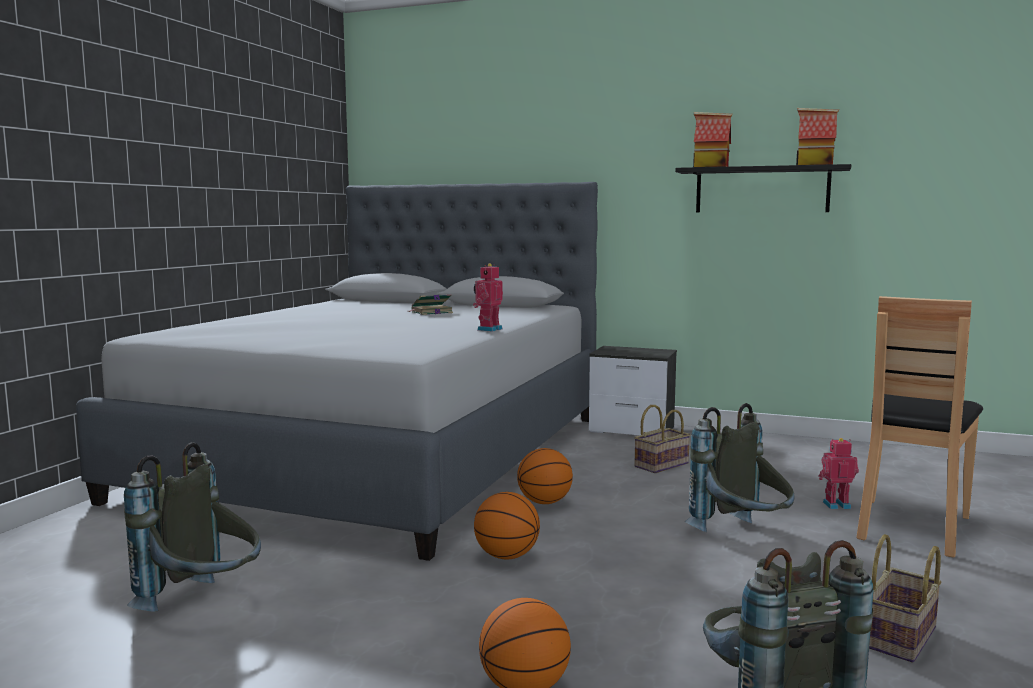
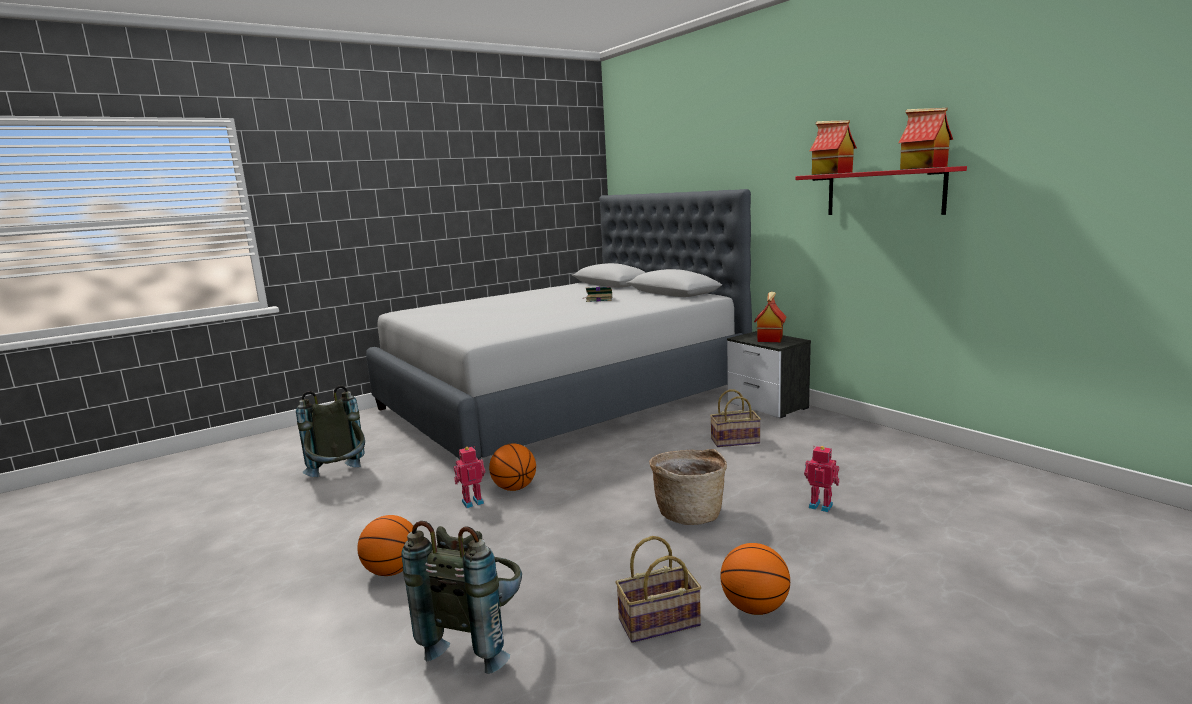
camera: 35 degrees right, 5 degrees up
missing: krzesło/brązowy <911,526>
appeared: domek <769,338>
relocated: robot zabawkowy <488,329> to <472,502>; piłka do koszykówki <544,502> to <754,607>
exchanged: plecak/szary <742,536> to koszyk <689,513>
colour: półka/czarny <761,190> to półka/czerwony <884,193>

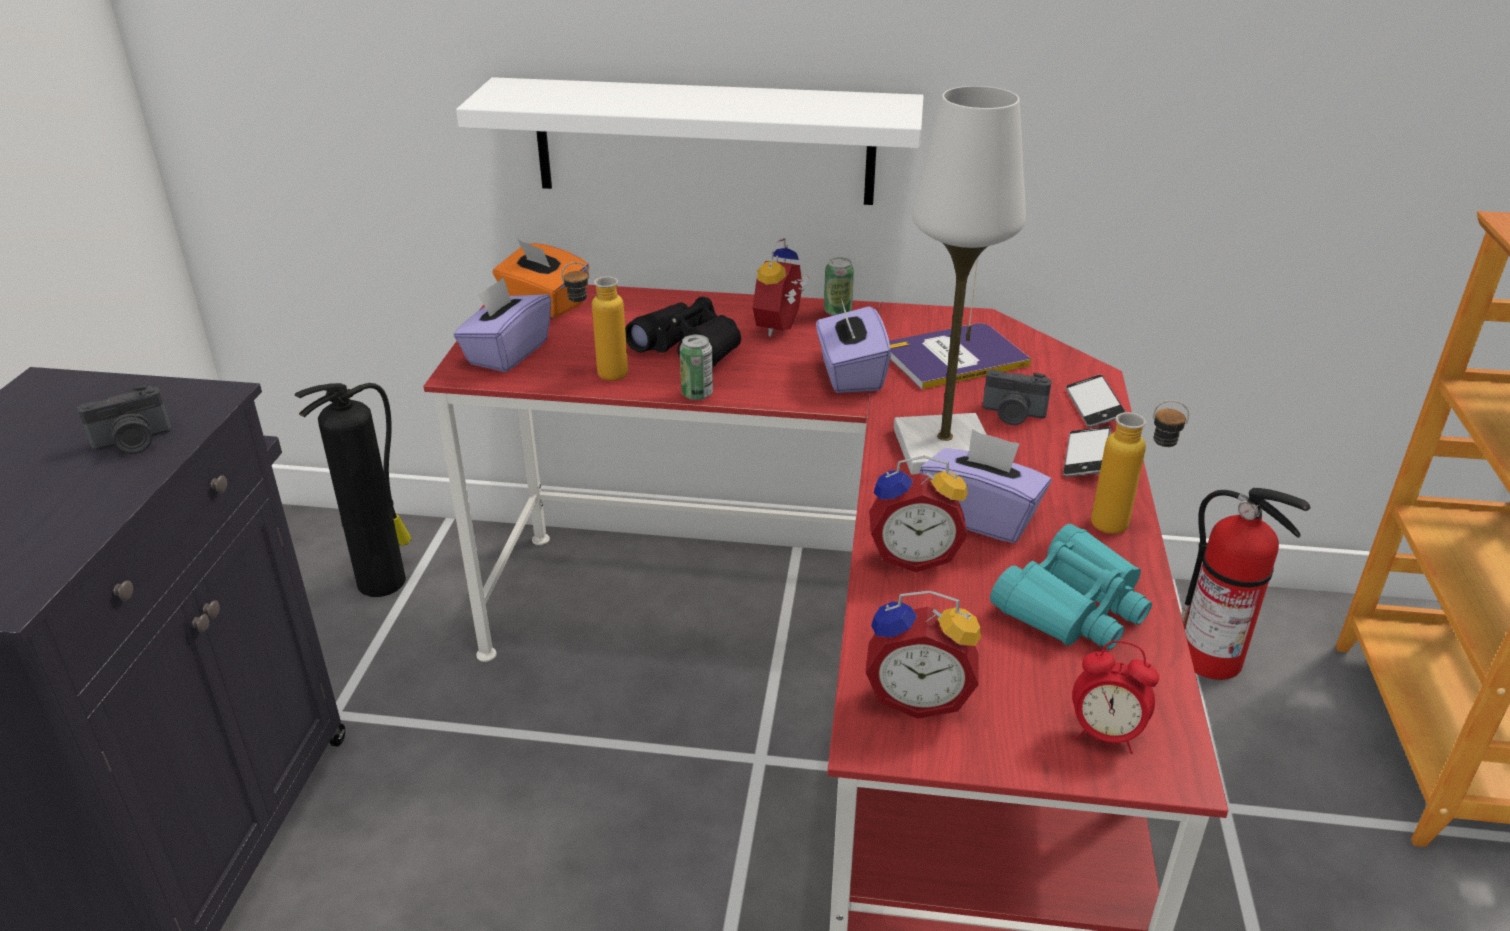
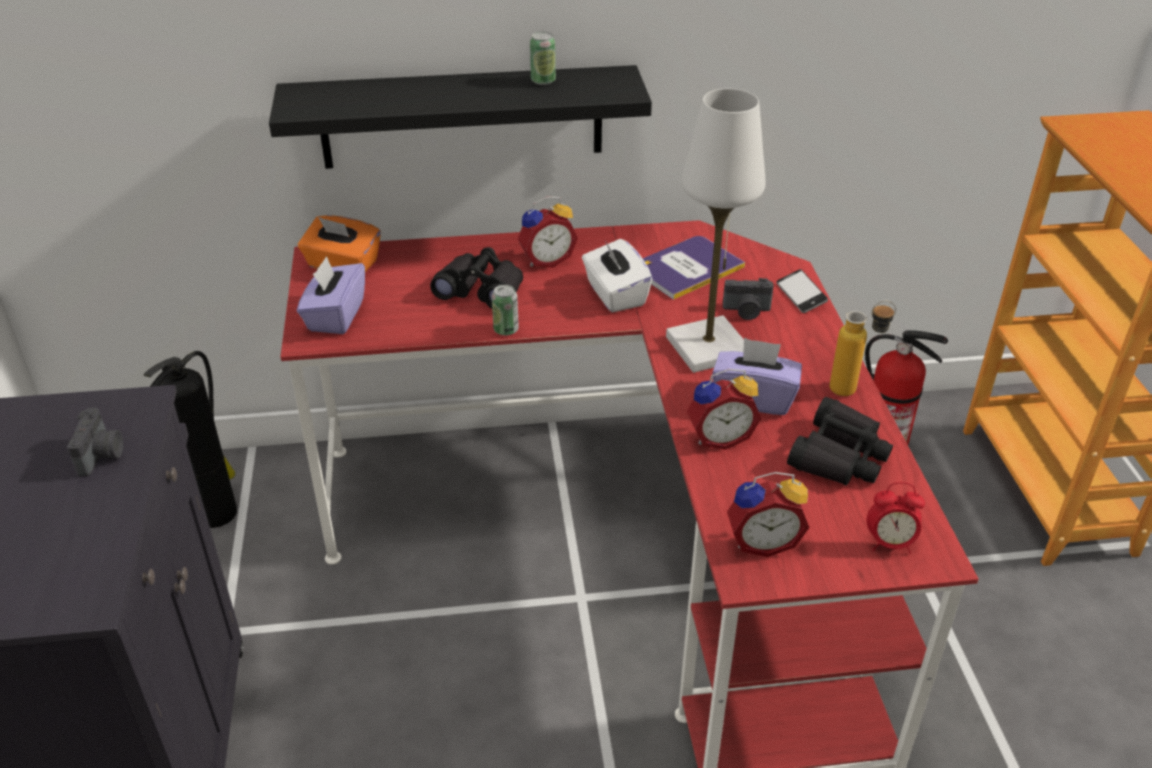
camera: 15 degrees left, 5 degrees up
missing: butelka <599,376>; telefon <1086,458>
relocated: puszka <837,311> to <543,81>
colour: półka/biały <704,141> to półka/czarny <462,117>; pudełko chusteczek/fioletowy <849,374> to pudełko chusteczek/biały <615,294>; lornetka/turkusowy <1072,607> to lornetka/czarny <839,456>
spun: aparat fotograficzny <133,443> = <102,455> 45 degrees counterclockwise; budzik <782,327> = <546,260> 120 degrees counterclockwise

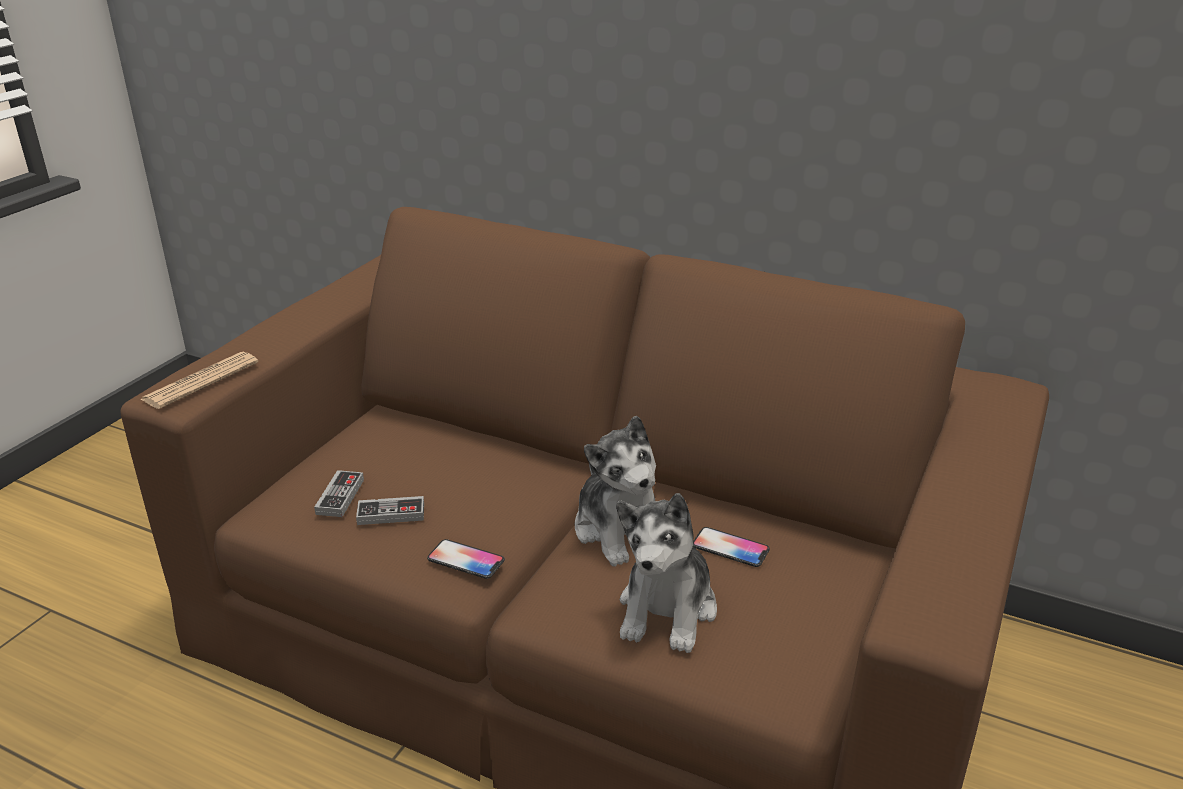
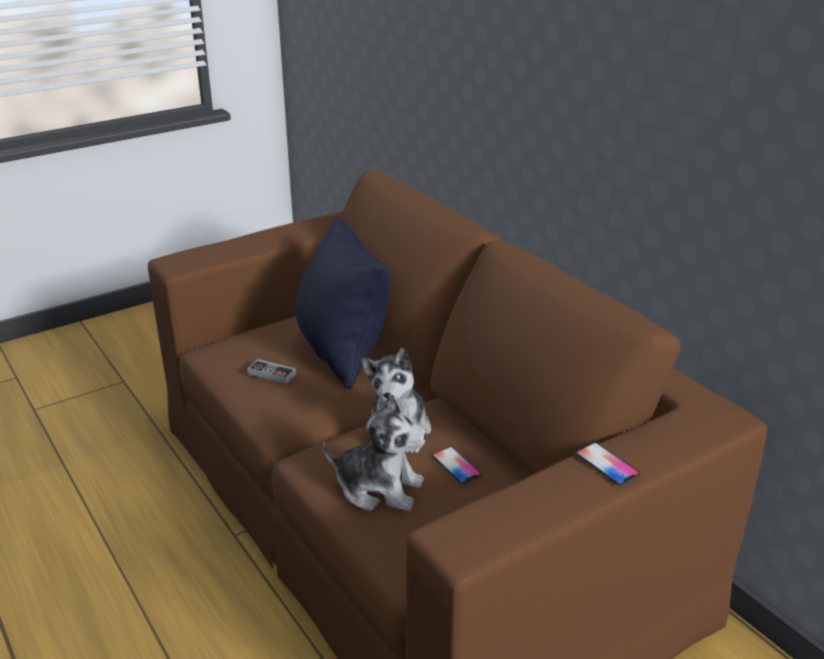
camera: 30 degrees right, 0 degrees up
missing: gazeta <201,381>; pad do gier <340,497>
appeared: poduszka/czarny <342,353>
relocated: telefon <465,560> to <607,465>
spun: pluszak <667,610> = <379,488> 120 degrees counterclockwise

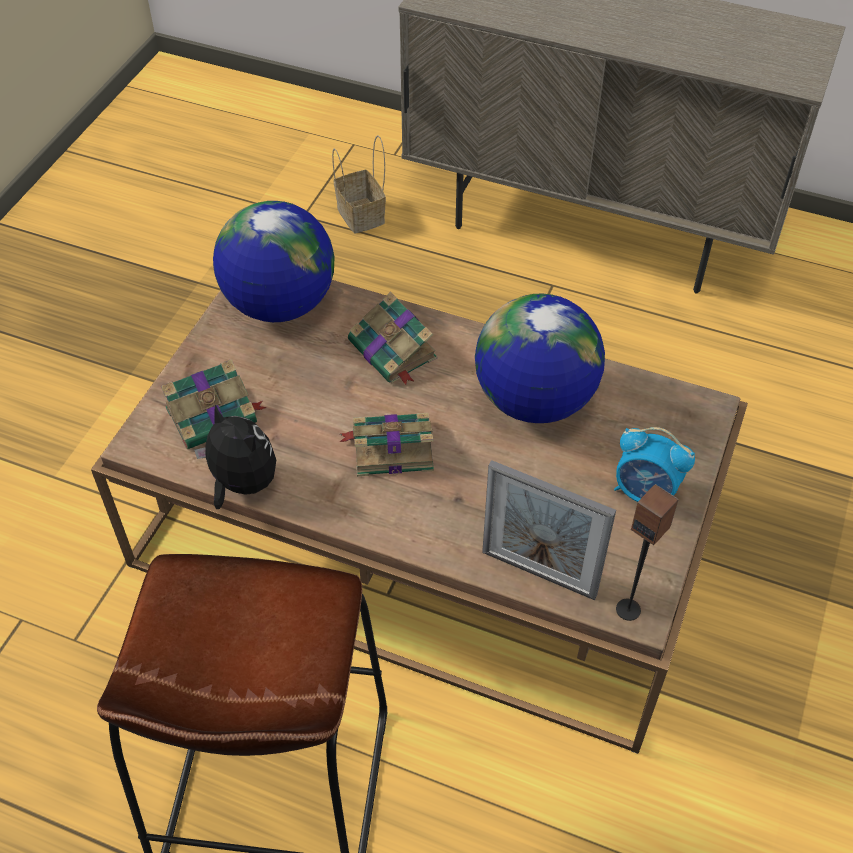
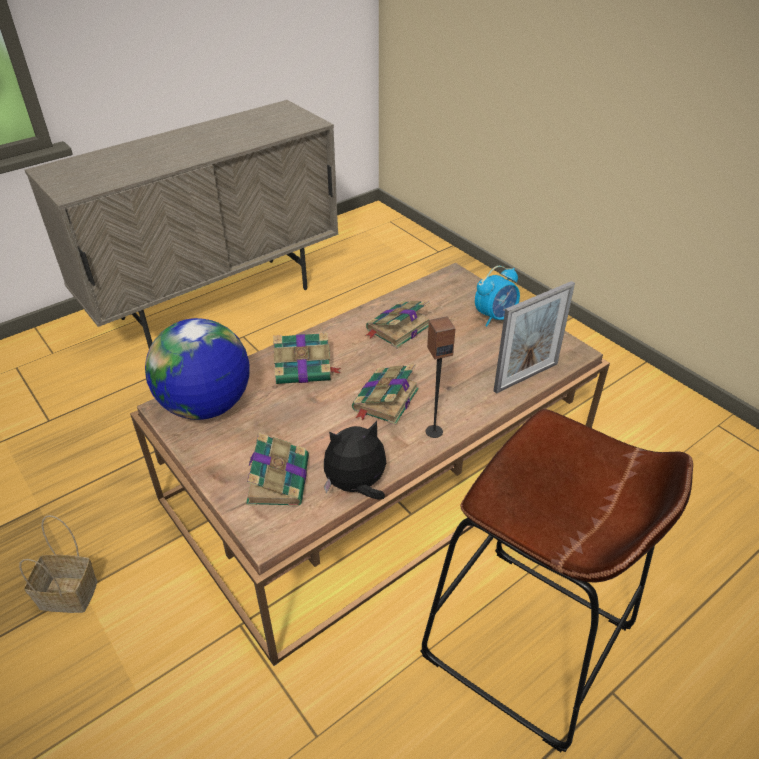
camera: 60 degrees left, 10 degrees down
relocated: koszyk <362,216> to <70,594>; głośnik <628,609> to <434,431>
exchanged: globus <534,400> to książka <397,329>

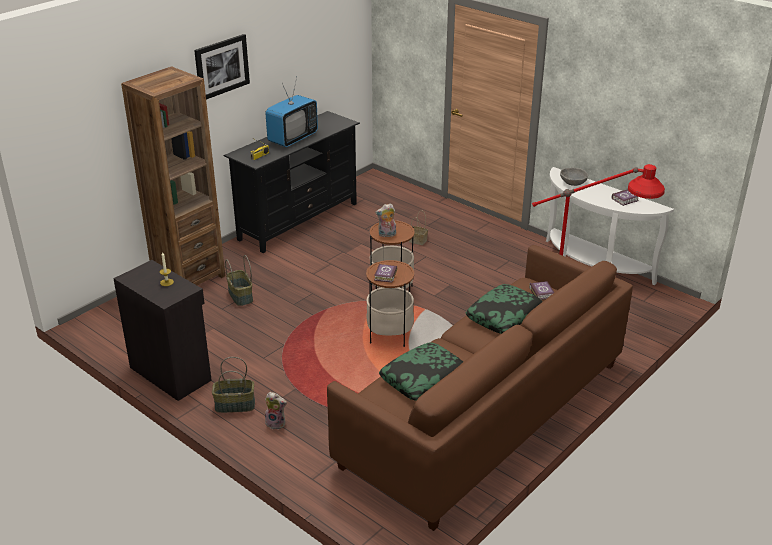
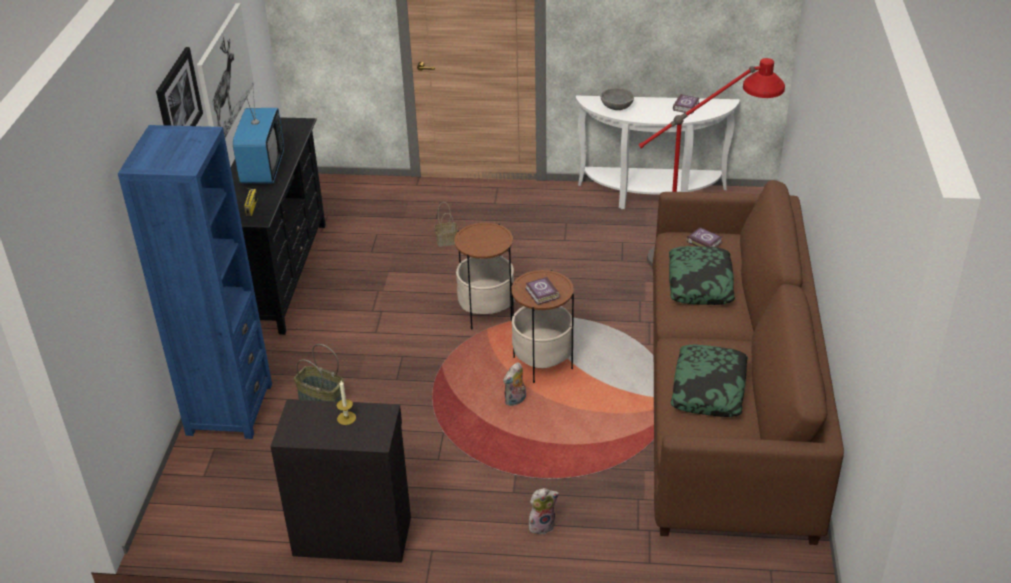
camera: 35 degrees left, 5 degrees up
missing: koszyk <234,405>
appeared: obraz <225,75>
relocated: pluszak <386,235> to <515,401>
colour: regał/brązowy <189,279> to regał/niebieski <229,409>

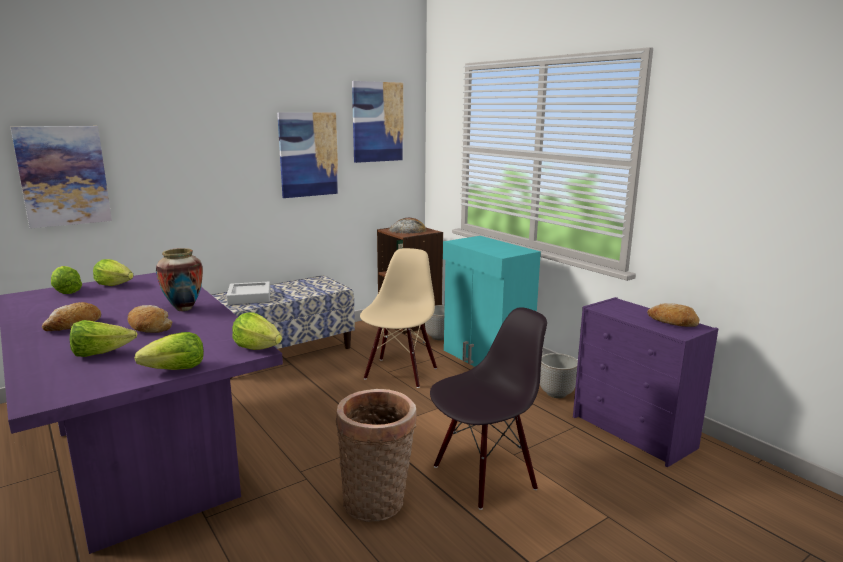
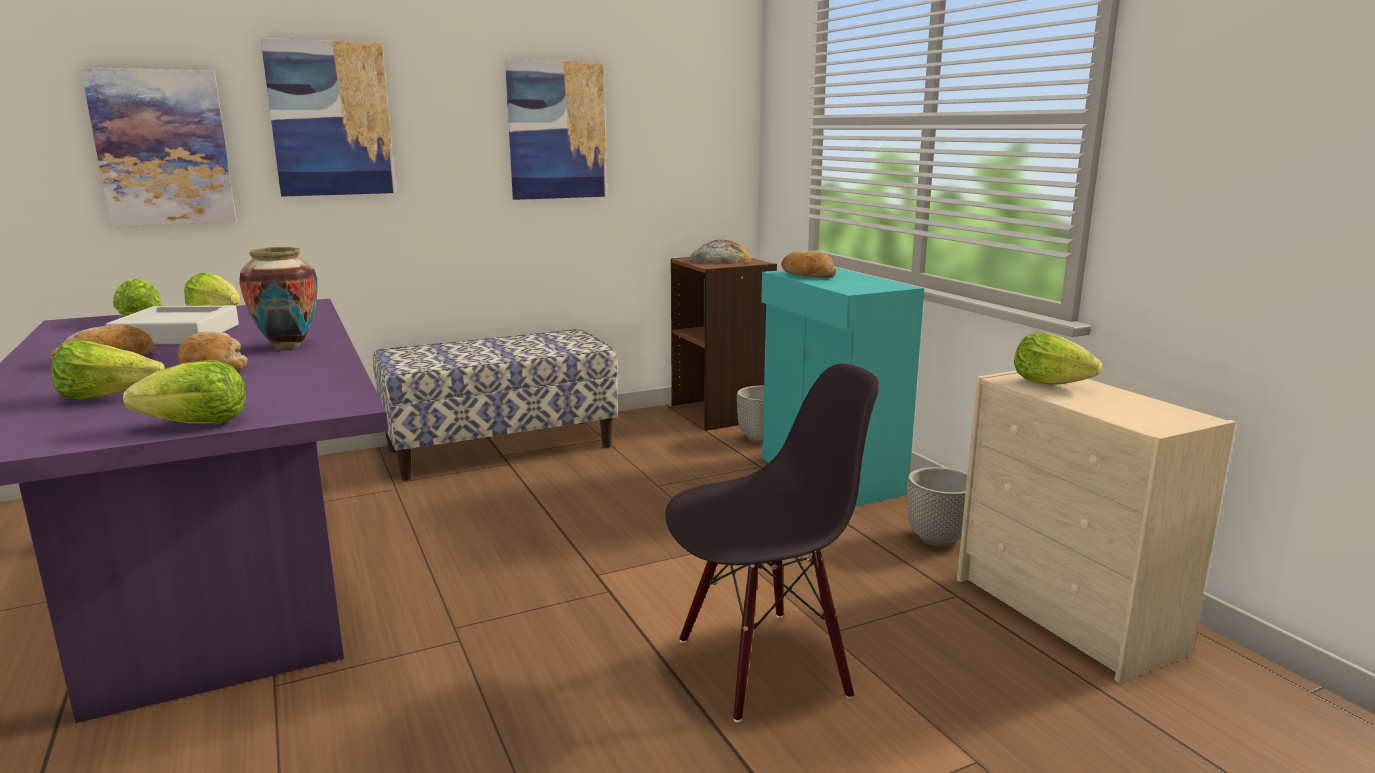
camera: 10 degrees right, 0 degrees up
missing: koszyk <378,502>; krzesło/beżowy <400,373>
relocated: taca/szary <249,297> to <177,334>; sałata <257,348> to <1049,383>; obraz <377,122> to <331,119>; chleb <672,322> to <807,275>
colour: komoda/fioletowy <634,433> to komoda/beżowy <1067,616>

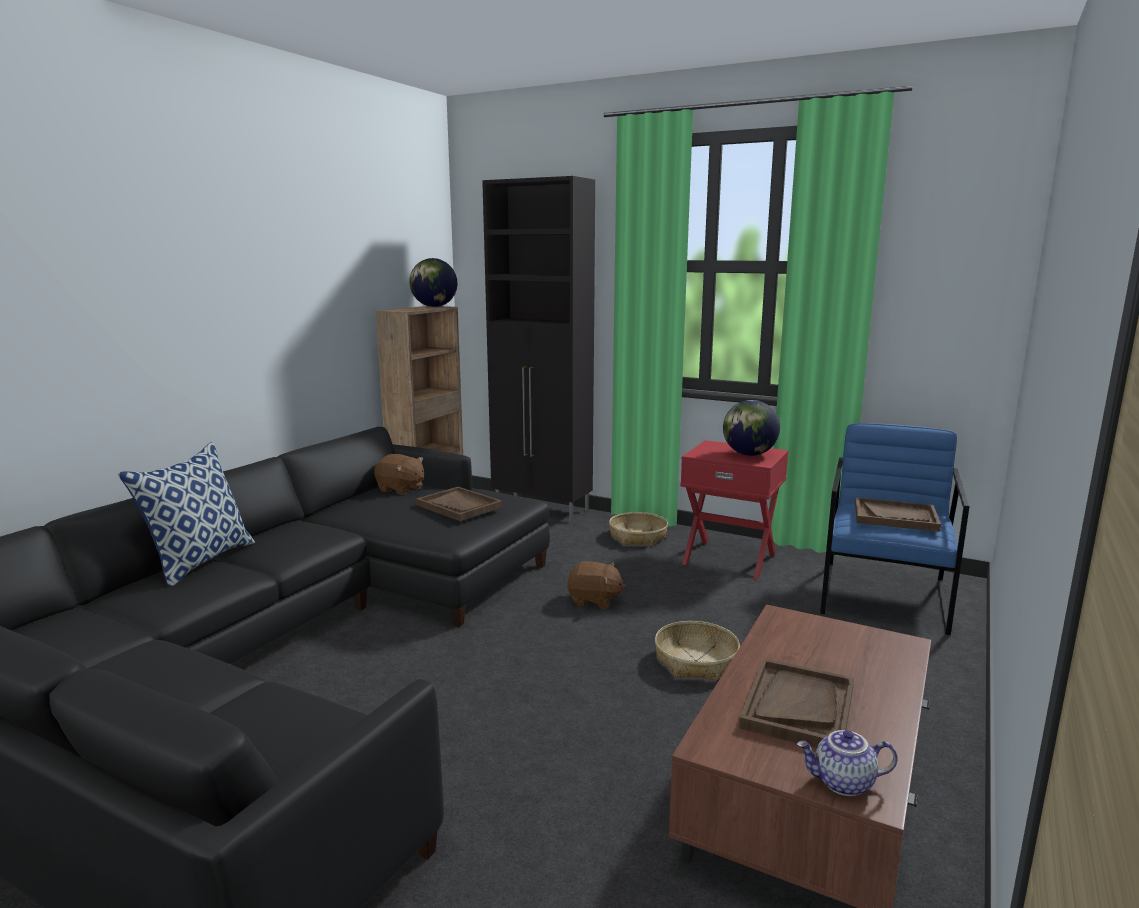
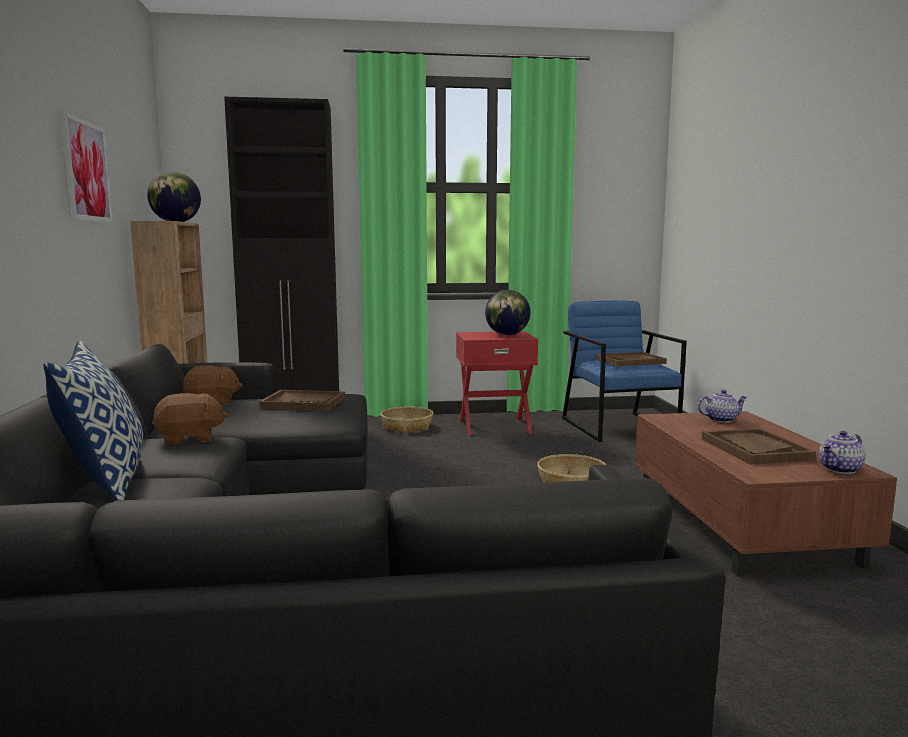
camera: 35 degrees left, 5 degrees down
appeared: obraz <85,171>; imbryk <721,419>
relocated: pluszak/brązowy <594,600> to <190,439>

